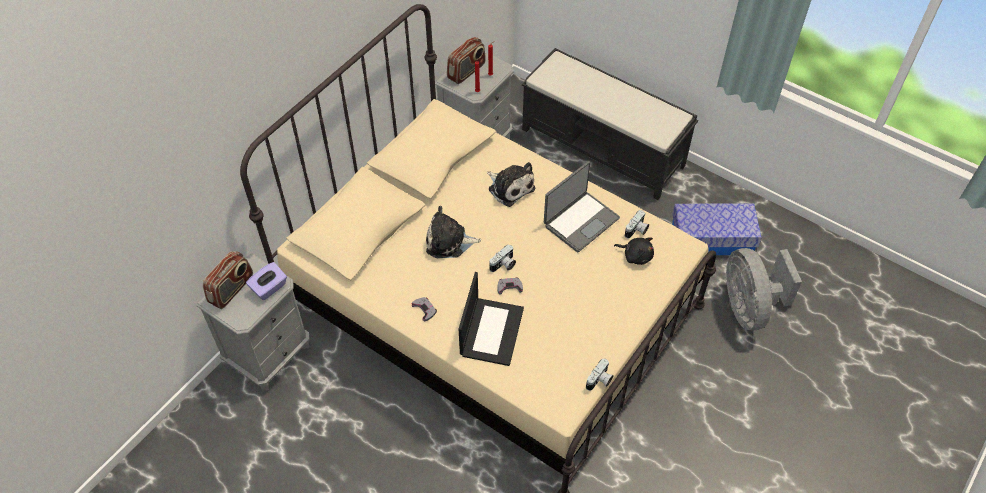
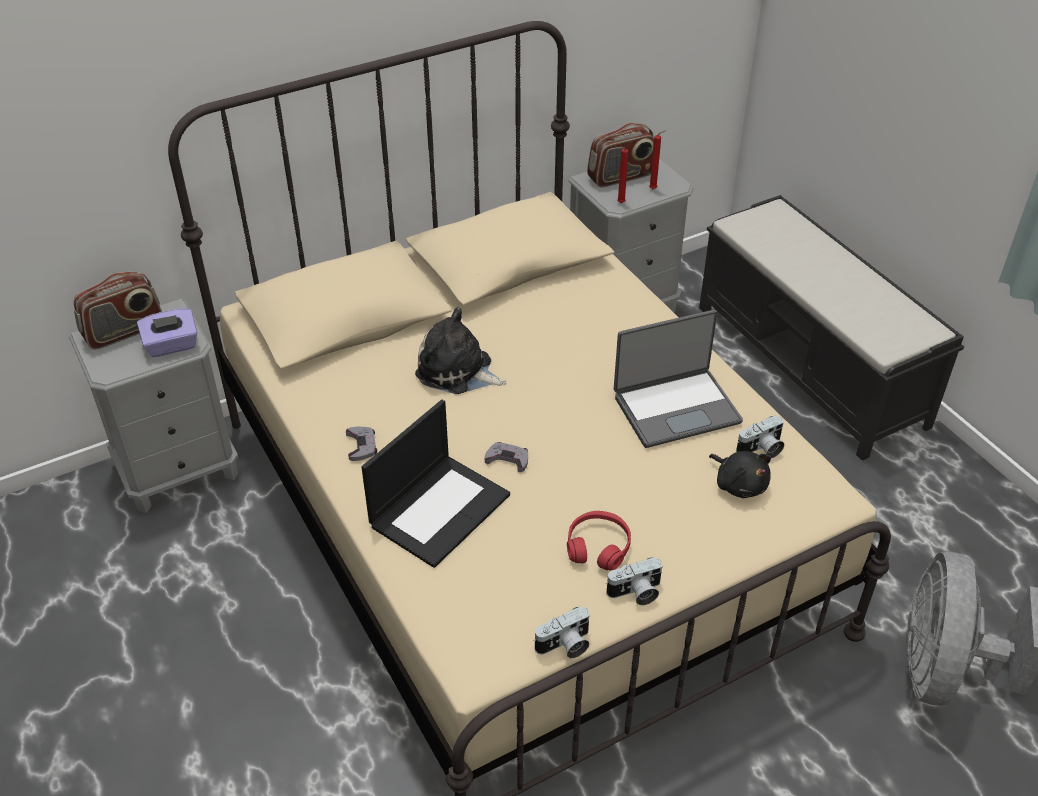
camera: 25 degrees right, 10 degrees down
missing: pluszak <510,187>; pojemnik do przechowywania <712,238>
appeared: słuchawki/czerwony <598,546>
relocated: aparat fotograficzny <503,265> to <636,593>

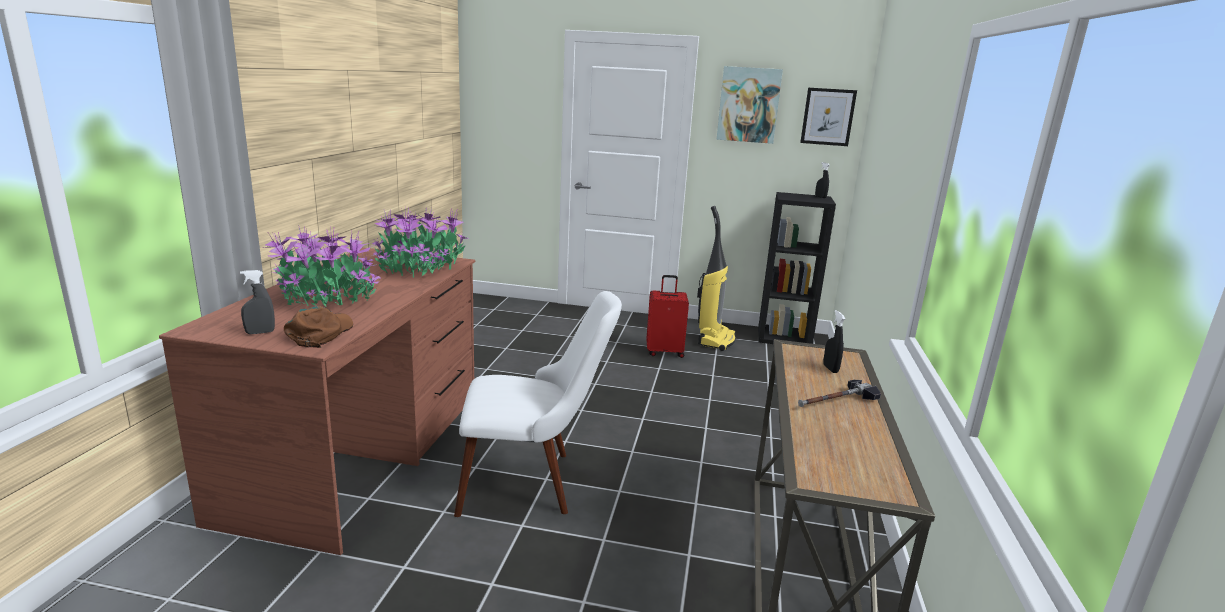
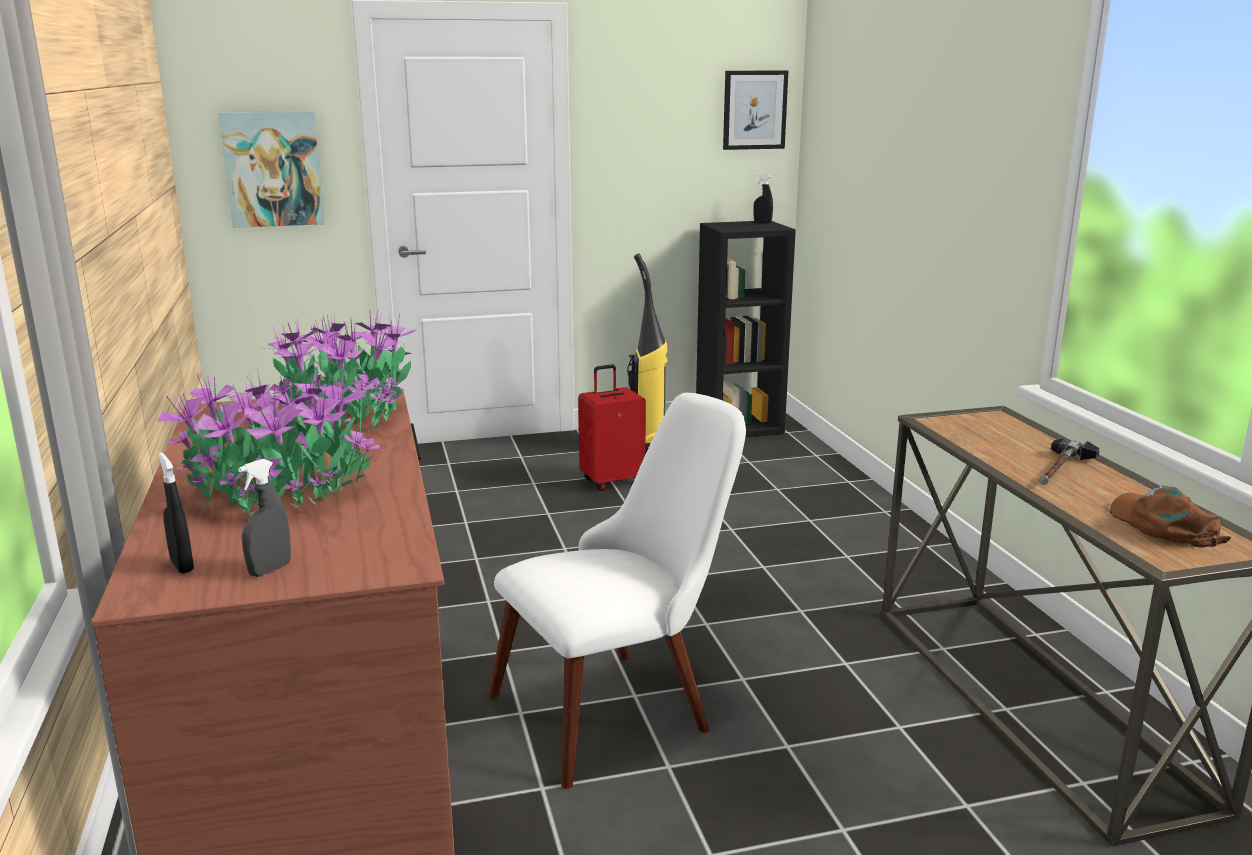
camera: 25 degrees left, 0 degrees up
relocated: czapka z daszkiem/brązowy <320,333> to <1163,525>; obraz <748,105> to <273,169>; spryskiwacz/czarny <830,369> to <182,565>

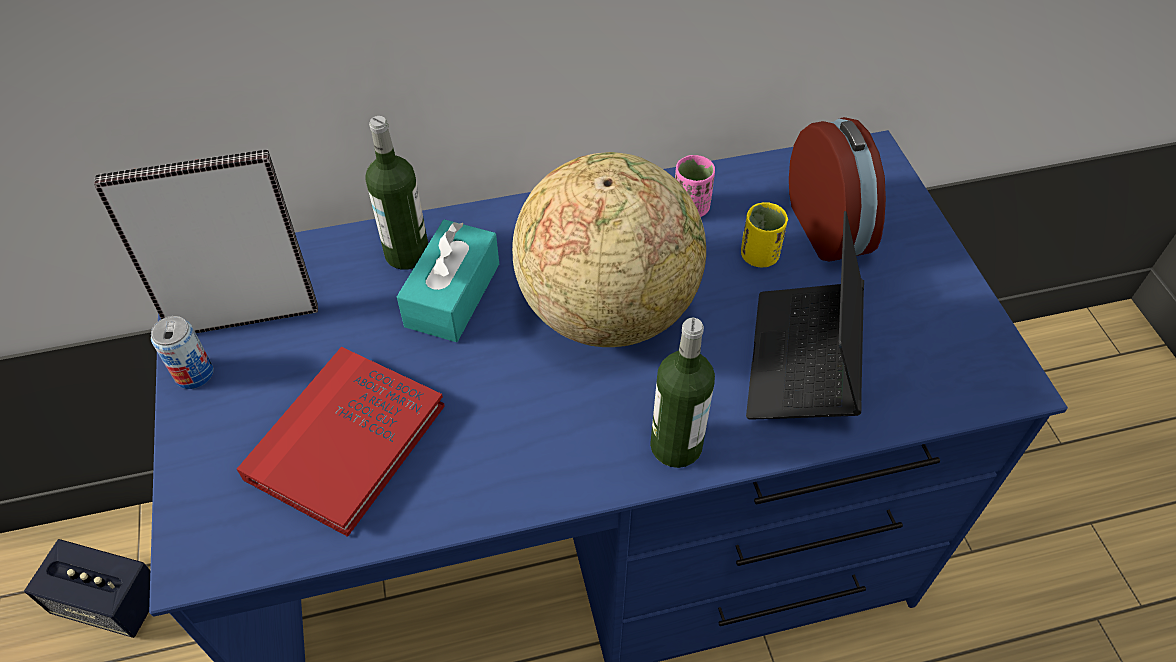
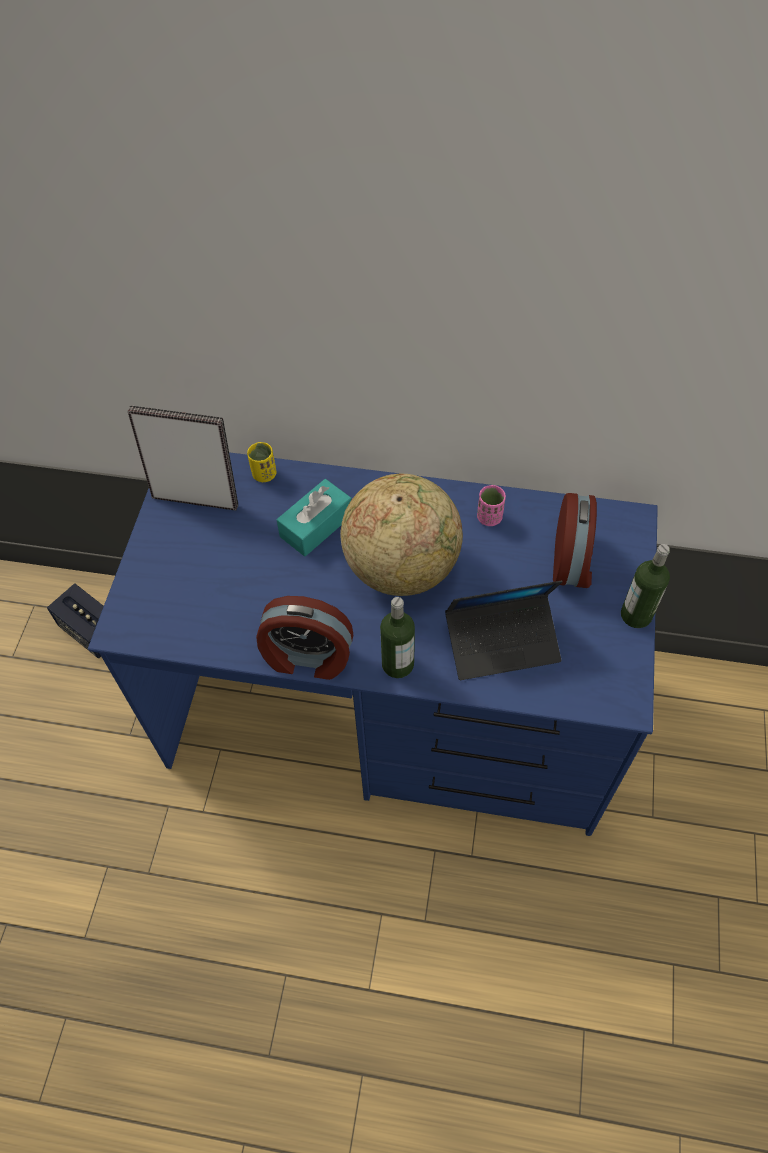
camera: 25 degrees right, 5 degrees up
missing: puszka <194,374>; książka/czerwony <346,442>
appeared: budzik <307,658>
relocated: butelka <407,253> to <636,615>; filiżanka/żółty <759,256> to <264,474>
spun: laptop <803,361> = <502,642> 135 degrees counterclockwise

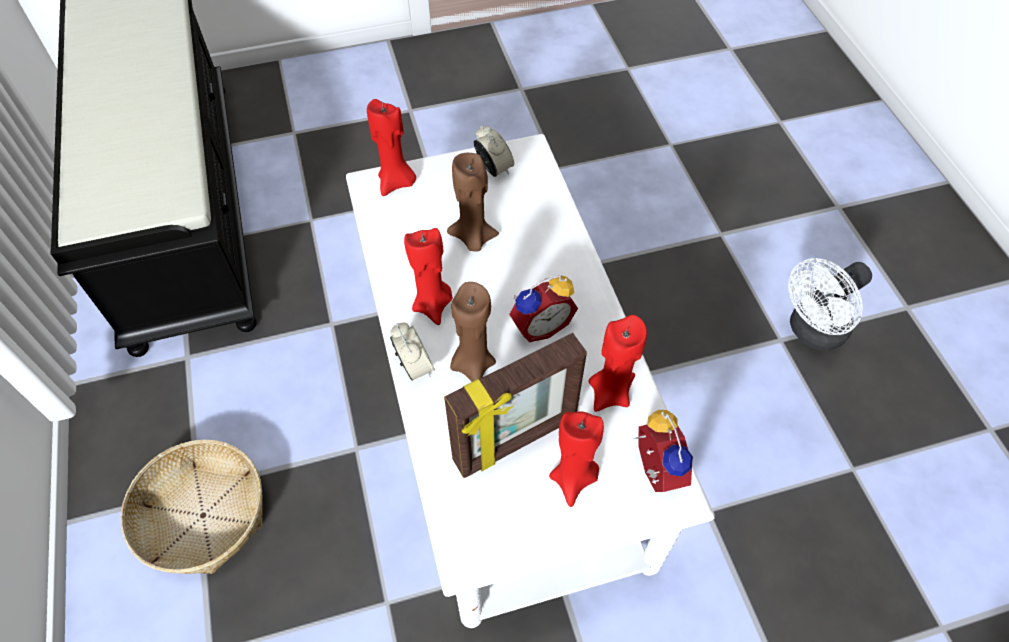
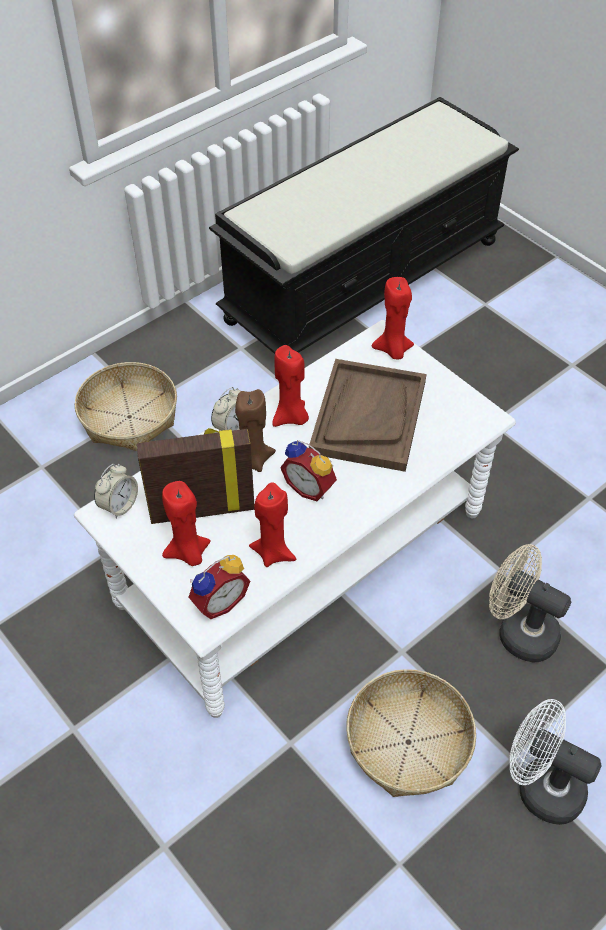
camera: 65 degrees right, 5 degrees down
appeared: koszyk <408,743>; wentylator/beżowy <518,631>
relocated: budzik <494,169> to <119,505>
exchanged: świeca/brązowy <473,238> to taca/brązowy <368,416>
spun: ramka na zdjęcie <516,441> = <202,509> 135 degrees clockwise

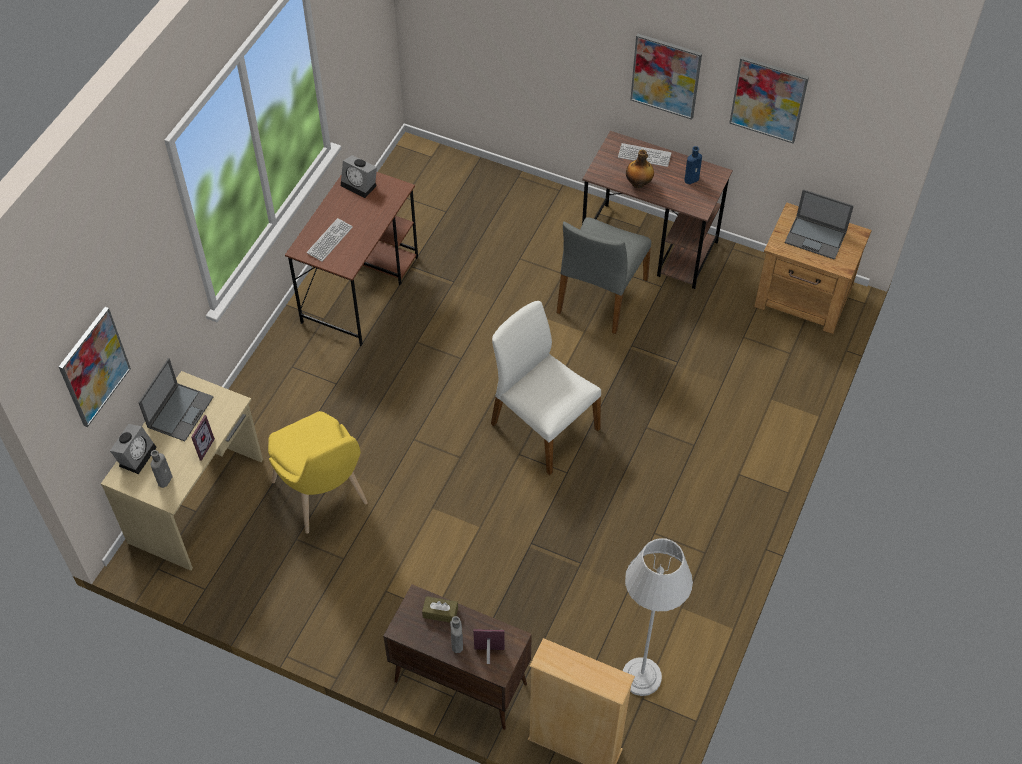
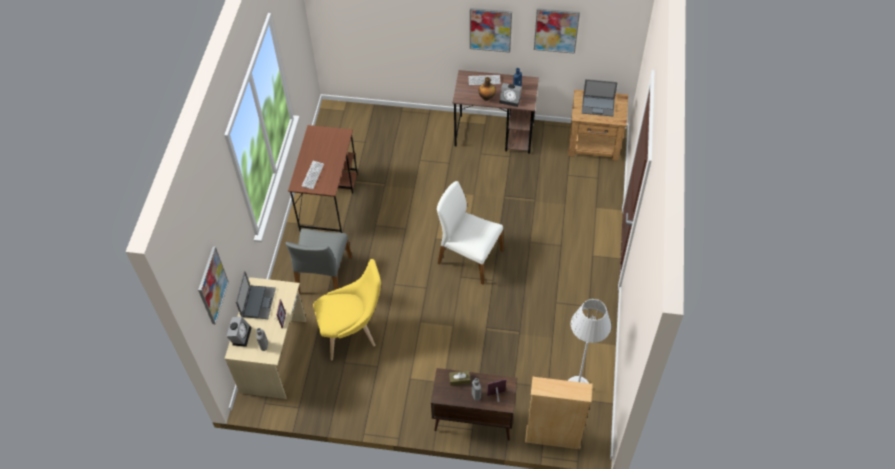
camera: 15 degrees left, 0 degrees up
relocated: budzik <360,185> to <511,100>; krzesło/szary <600,296> to <323,276>
spun: krzesło/żółty <324,497> = <352,333> 60 degrees counterclockwise

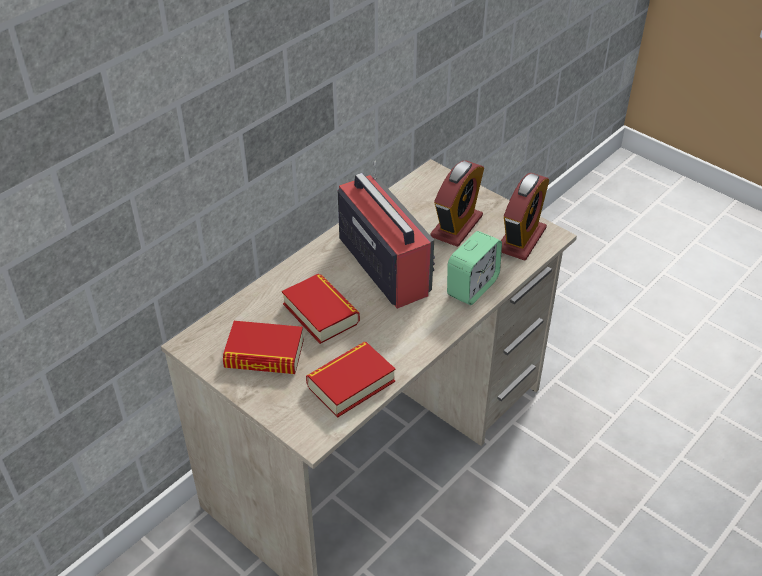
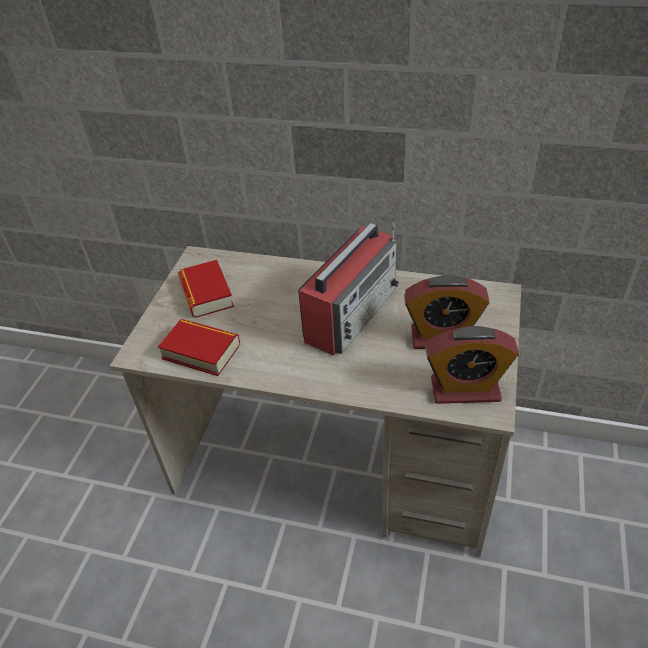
camera: 65 degrees right, 0 degrees up
missing: książka <321,313>; budzik <472,287>

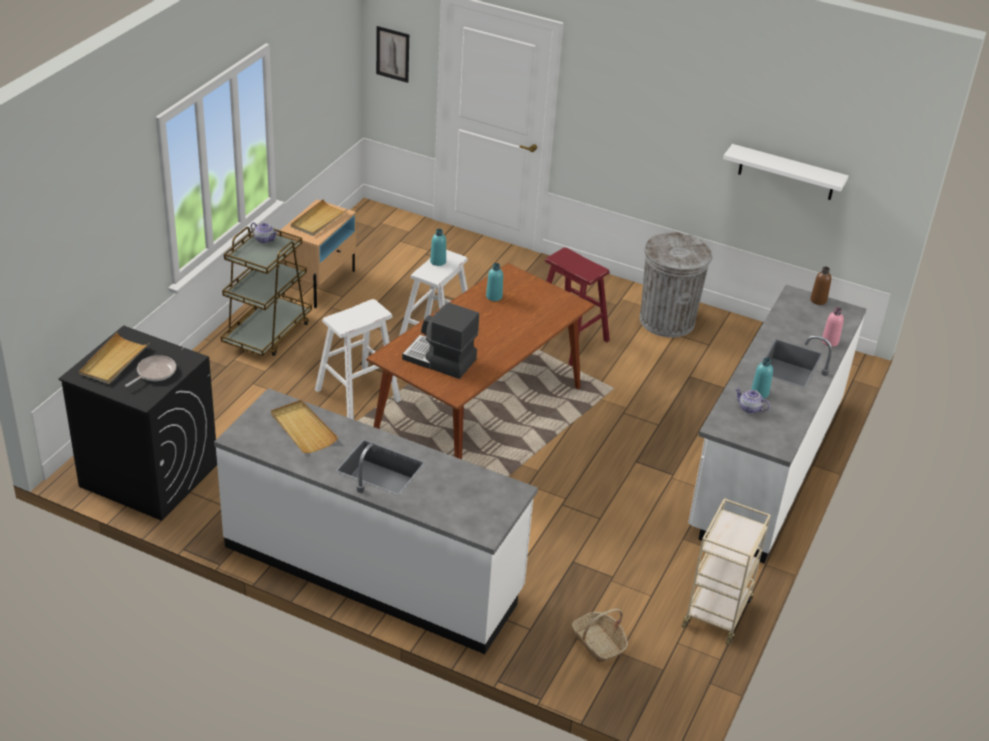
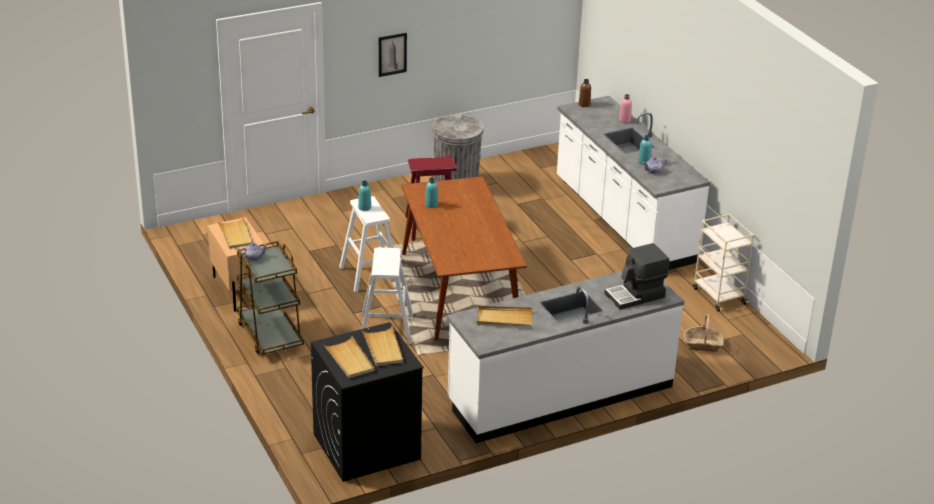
camera: 50 degrees left, 5 degrees down
missing: półka/biały <786,173>
relocated: obraz <392,54> to <392,54>; ekspres do kawy <439,360> to <635,296>
exchanged: patelnia <154,373> to taca/beżowy <383,348>

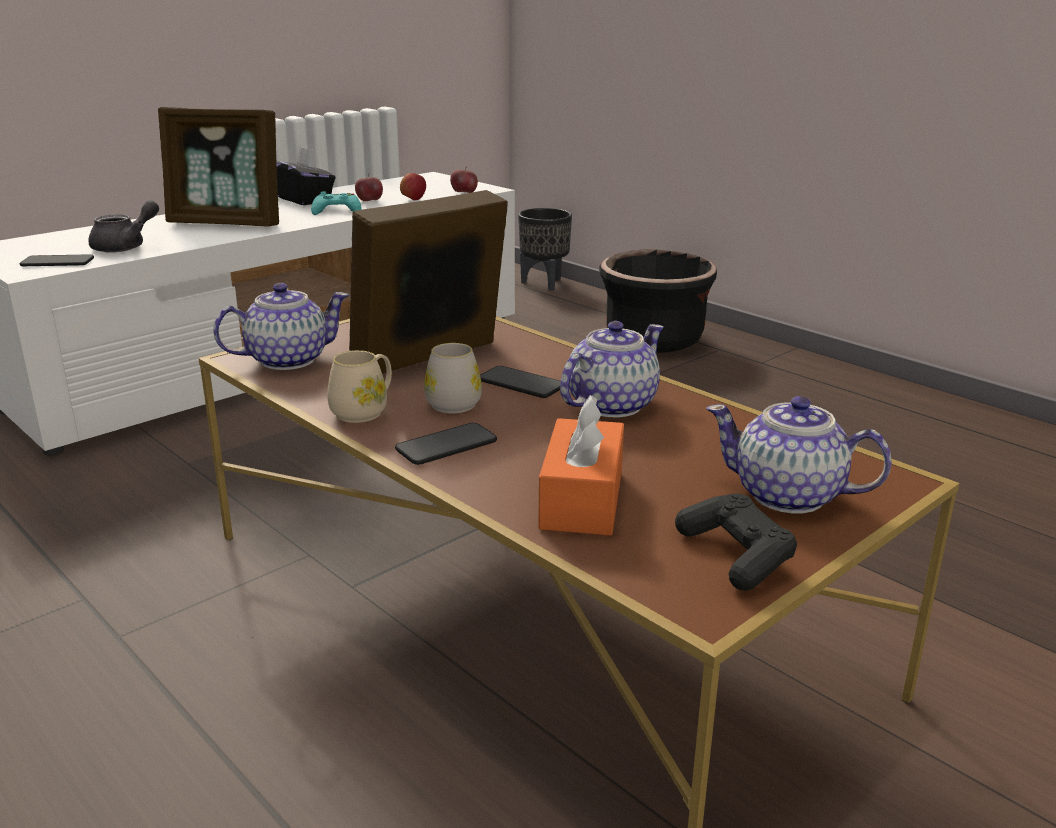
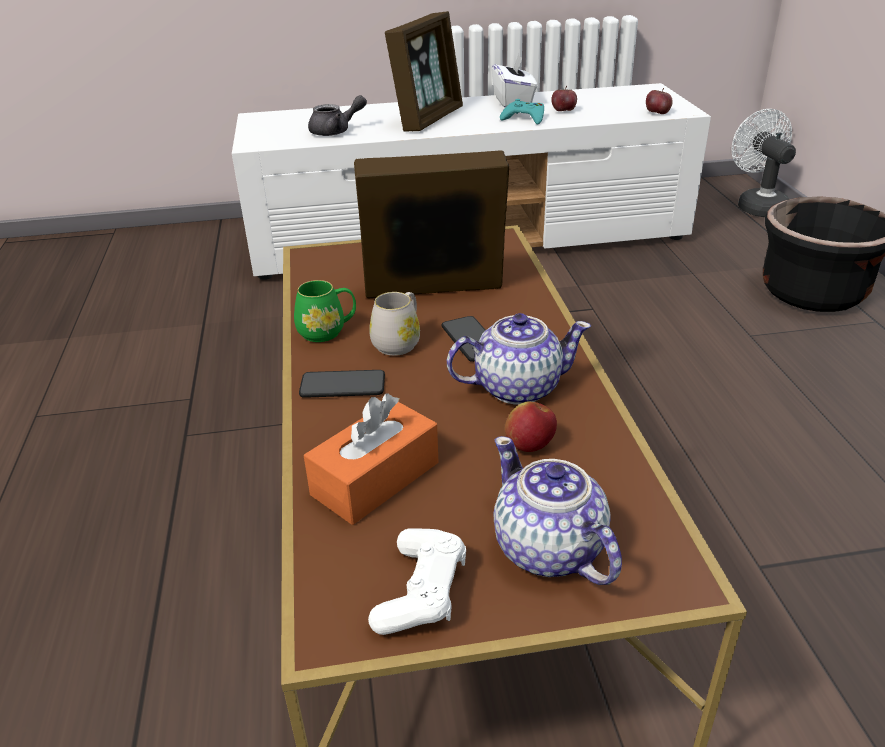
camera: 35 degrees right, 10 degrees up
missing: telefon <57,262>; imbryk <286,360>
relocated: jabłko <413,200> to <529,445>
exchanged: donica/czarny <544,284> to wentylator/biały <757,205>
colour: pudełko chusteczek/czarny <304,199> to pudełko chusteczek/biały <513,101>; kubek/beżowy <364,411> to kubek/zielony <327,331>; pad do gier/czarny <735,555> to pad do gier/biały <421,592>
spun: ramka na zdjęcie <227,223> = <428,119> 105 degrees counterclockwise

